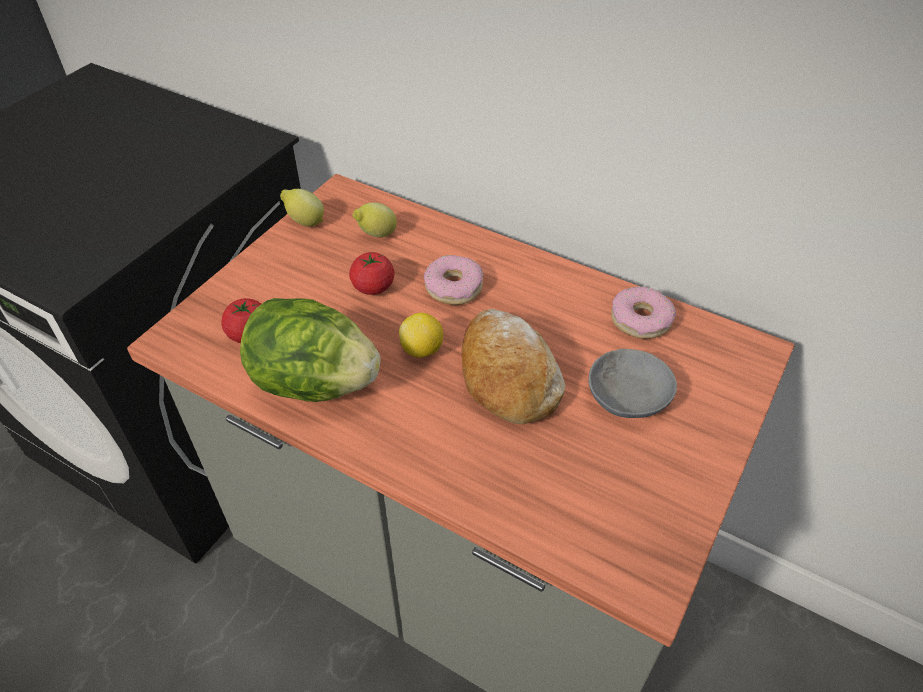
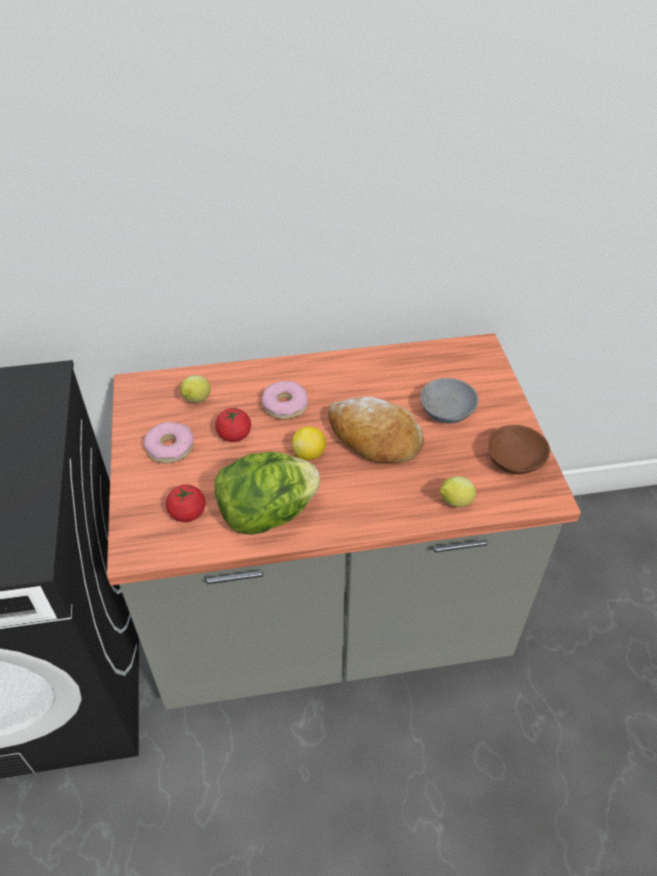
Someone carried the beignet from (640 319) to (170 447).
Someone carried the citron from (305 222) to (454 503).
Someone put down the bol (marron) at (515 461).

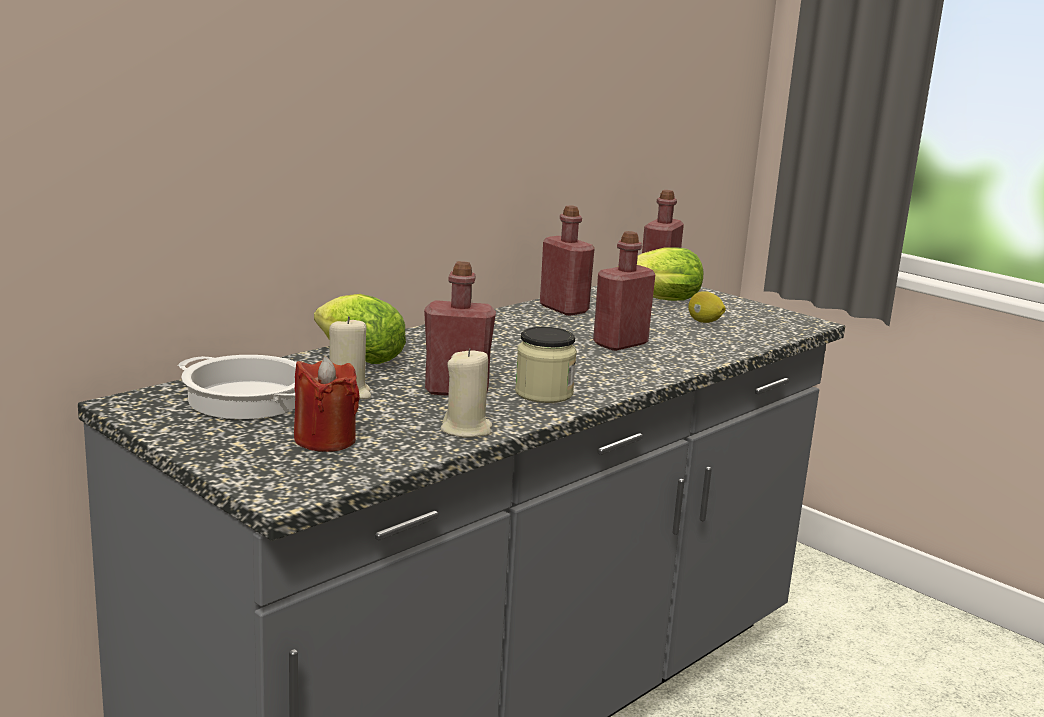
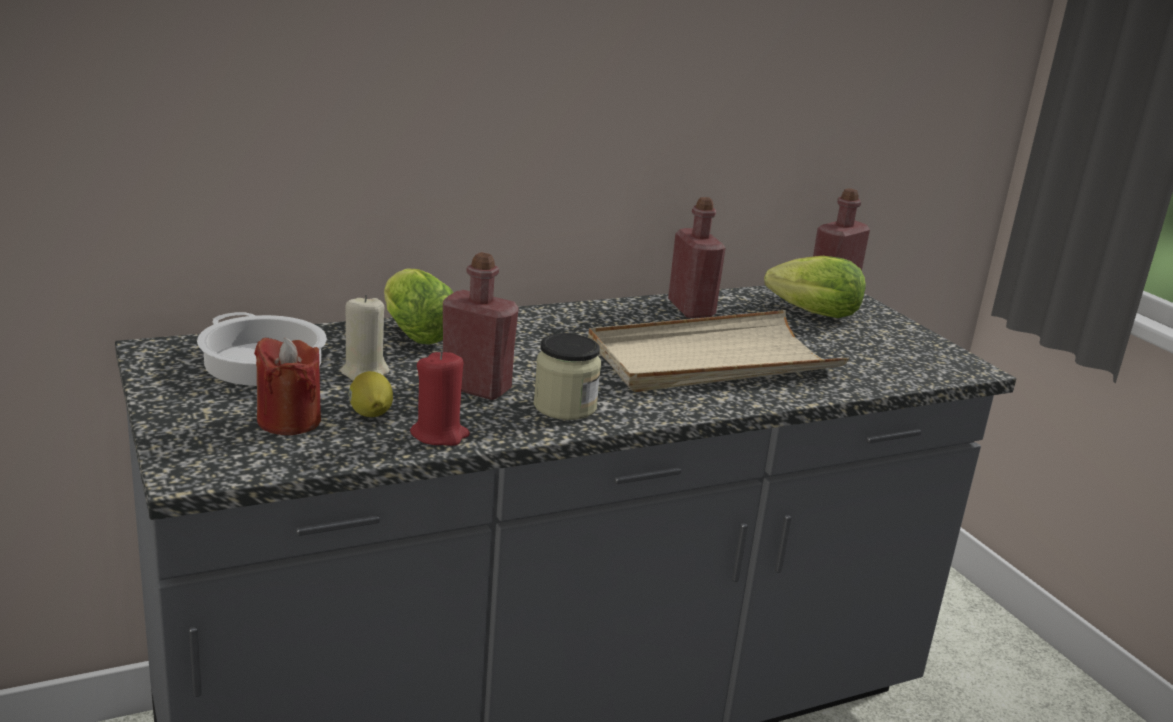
Someone carried the citron from (704 322) to (370 415).
Someone repainted the bougie (beige) at (466 429), which became the bougie (rouge) at (439 435).
Someone swapped the bouteille (rouge) at (620 343) for the plateau (beige) at (712 360).

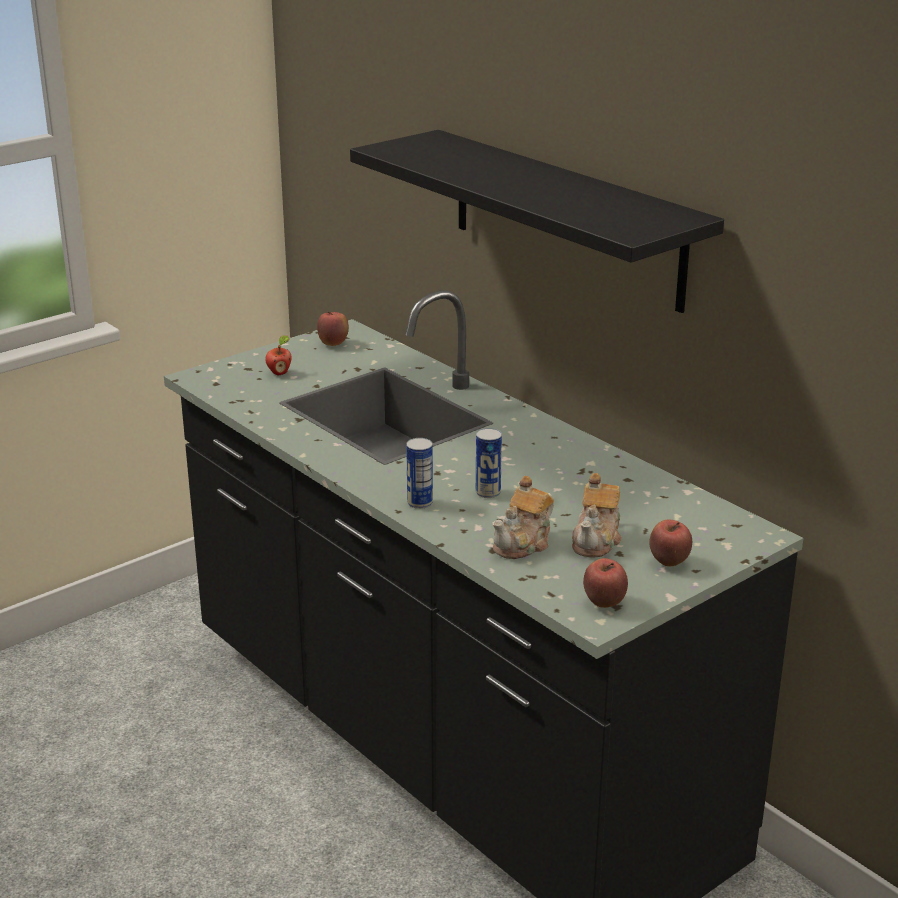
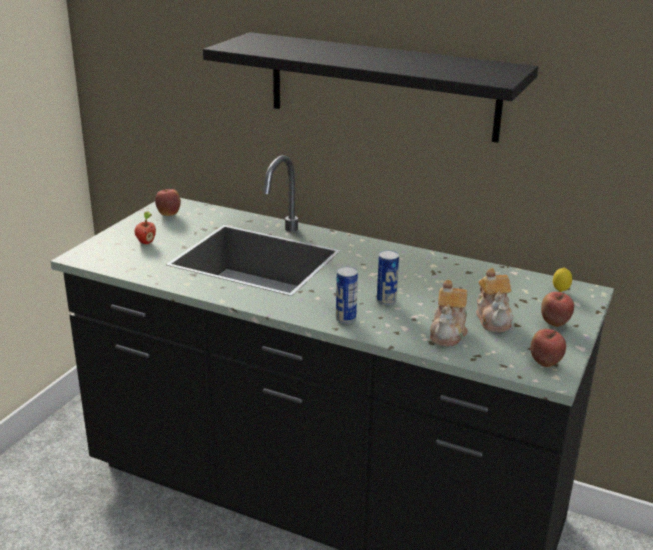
Someone put down the citron at (560 291).

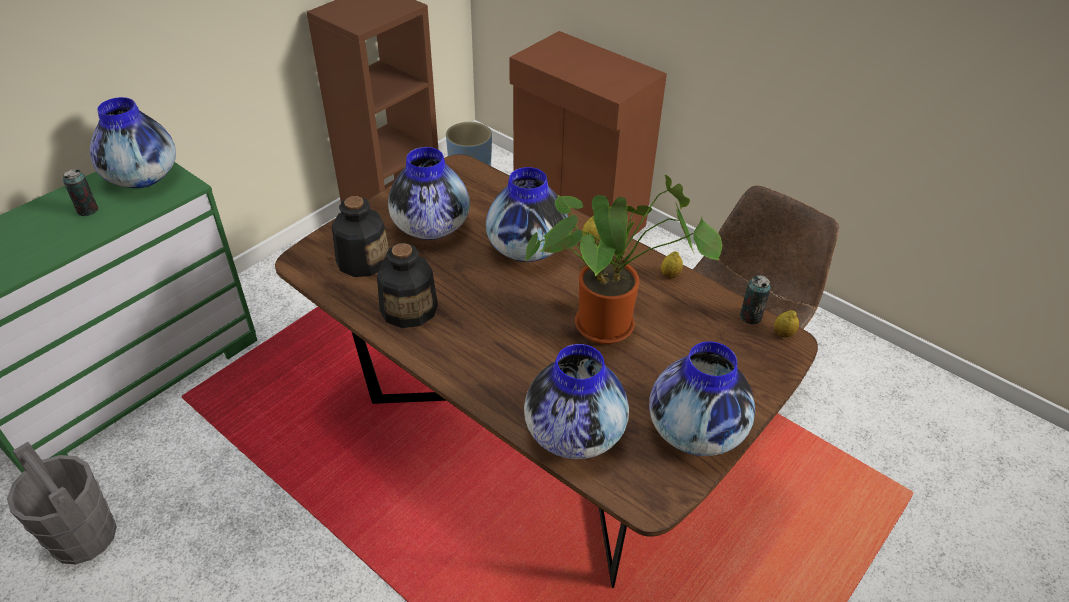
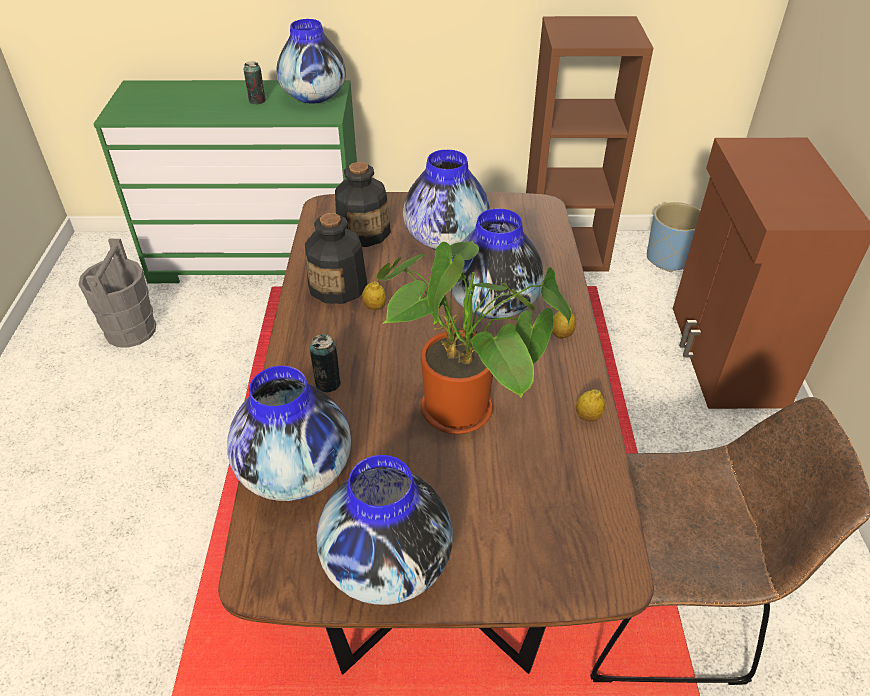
Someone carried the boîte métallique from (750 317) to (328 383).
Someone carried the citron from (783 334) to (374 307).

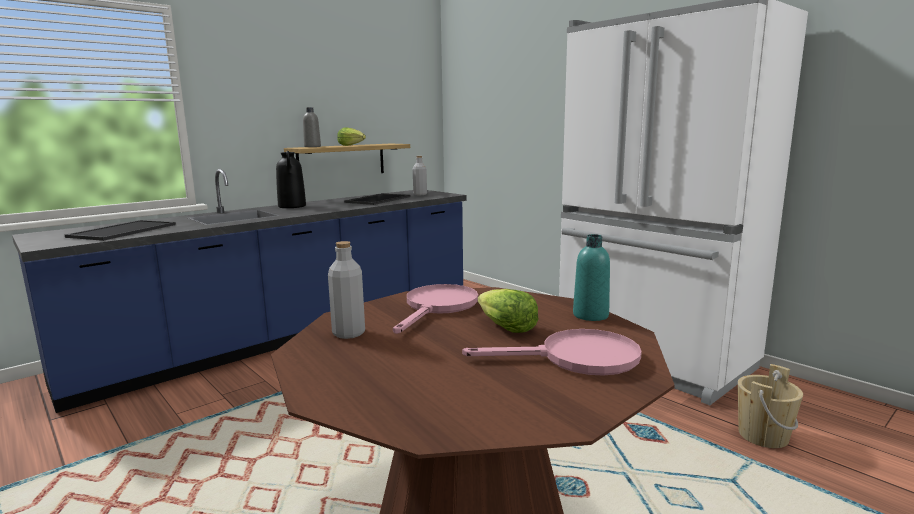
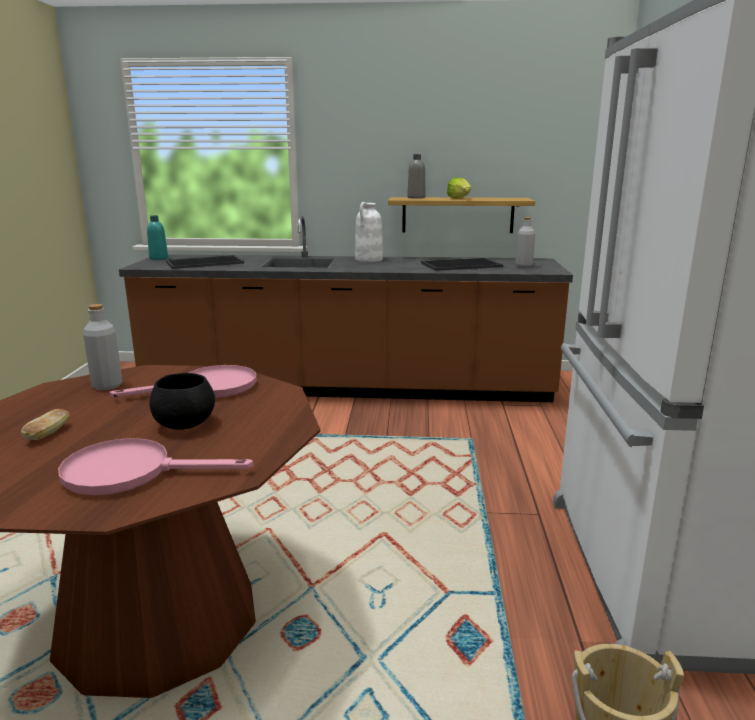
Someone put down the pain at (48 434).
Someone rotated the poêle (rose) at (575 358) by 135 degrees clockwise.
Someone repainted the comptoir de cuisine (bleu) at (293 335), which became the comptoir de cuisine (marron) at (348 388).
Someone carried the bouteille (turquoise) from (590 315) to (158 258).
Someone swapped the laitue at (505 327) for the bol (noir) at (184 425).
Someone repainted the vase (noir) at (292 206), which became the vase (blanc) at (369 260).

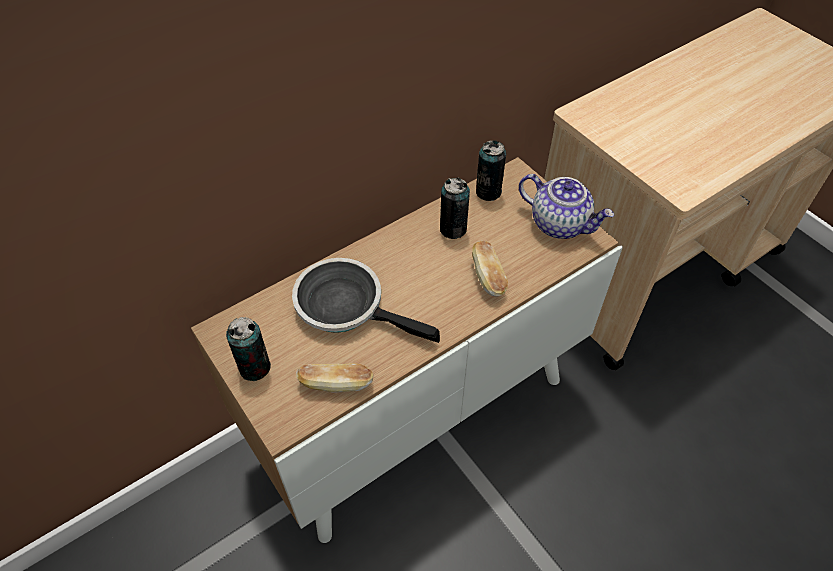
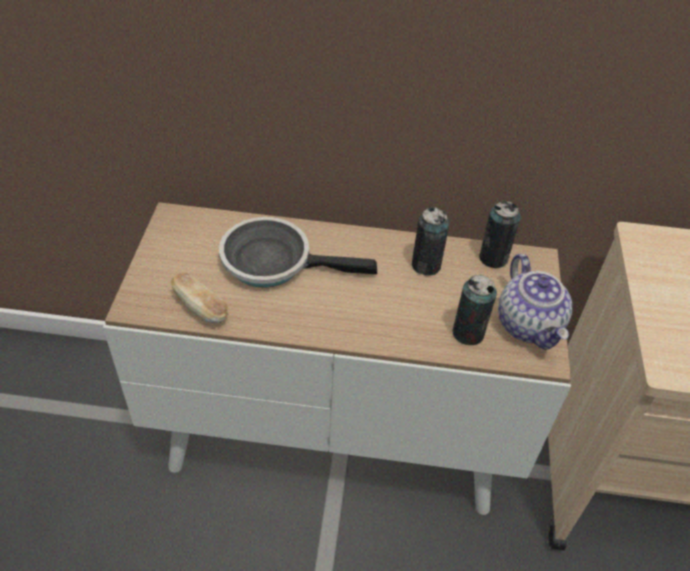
Someone rotated the poêle at (347 306) by 60 degrees counterclockwise.
Someone carried the boîte métallique from (255 367) to (468 333).
Someone took away the pain at (488 277).

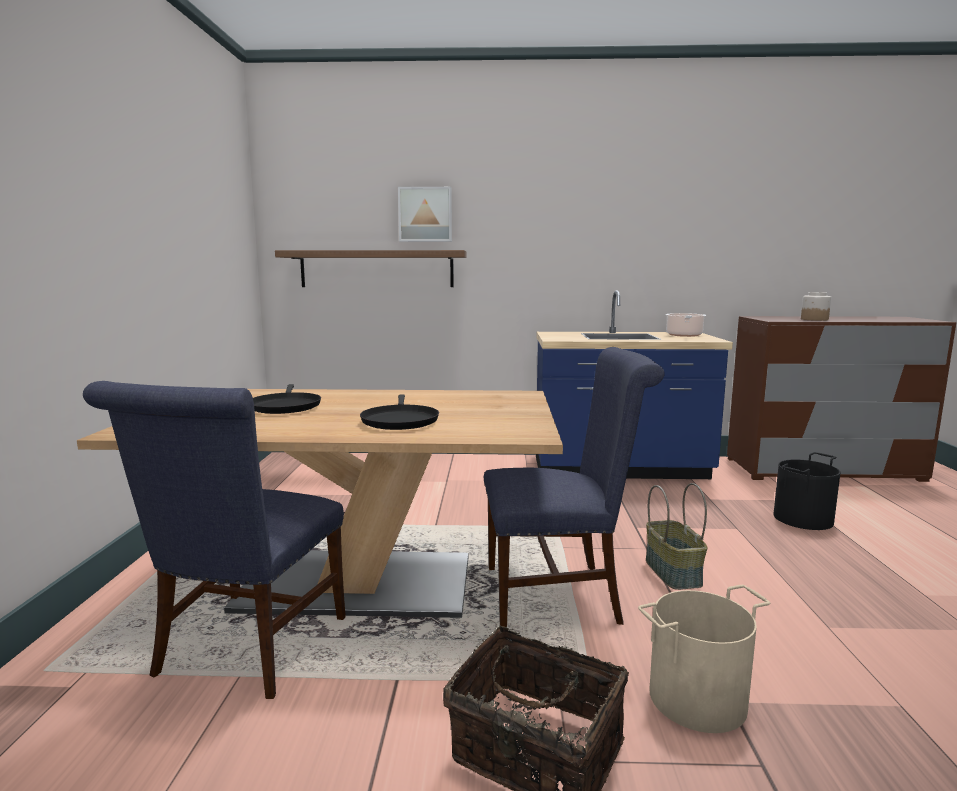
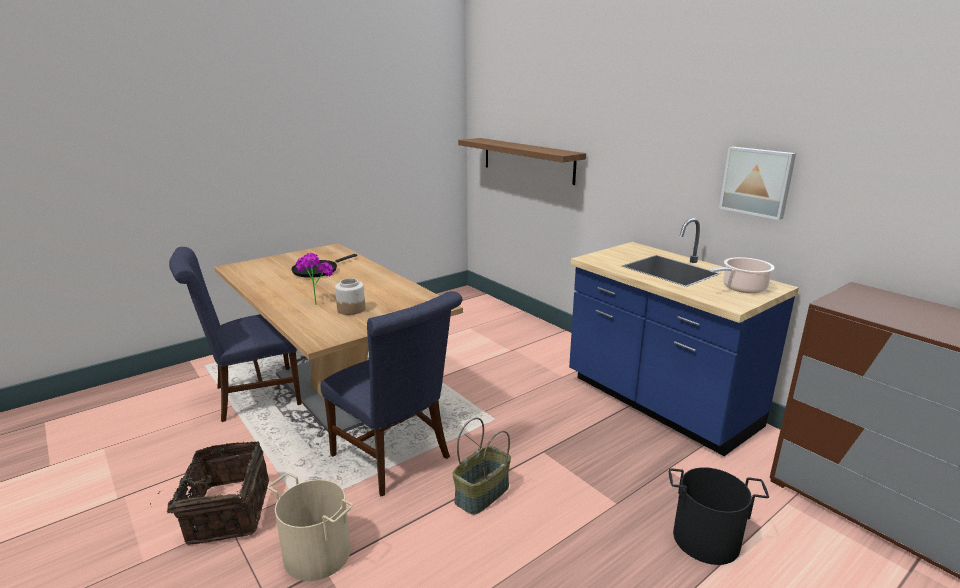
Someone swapped the poêle (noir) at (399 420) for the plante en pot at (316 302).
Someone carried the bocal from (814 319) to (351 309).
Someone carried the tableau from (425 214) to (757 181).

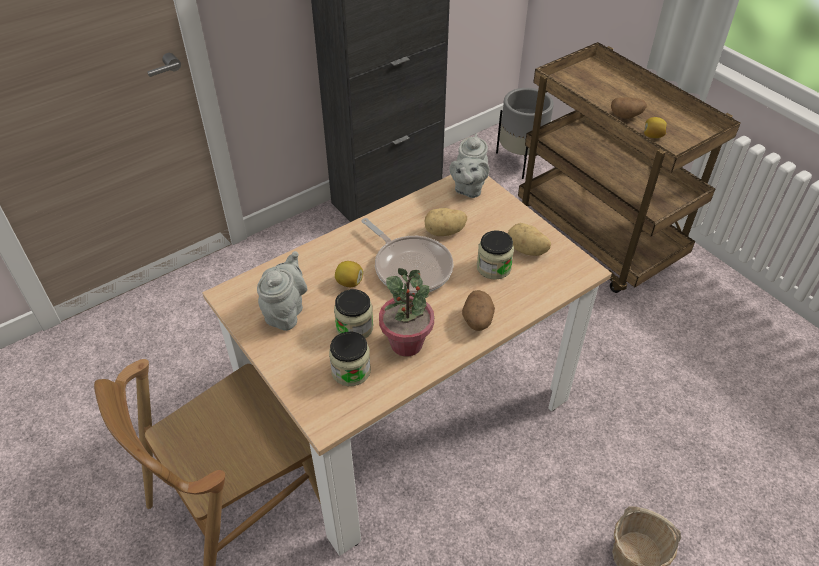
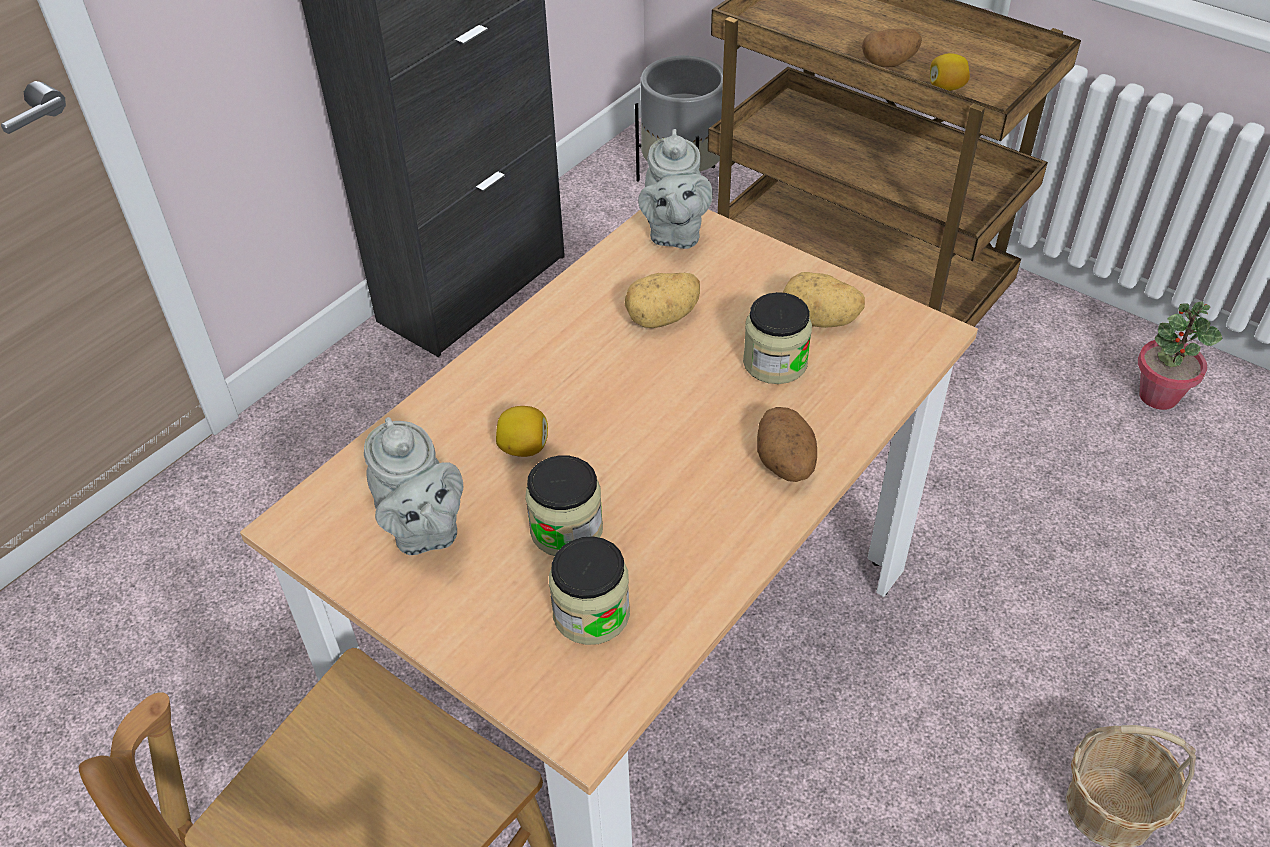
Someone rotated the théière (gris) at (286 312) by 150 degrees clockwise.
Someone carried the plante en pot from (406 343) to (1158 396).
Someone took away the poêle at (410 267).

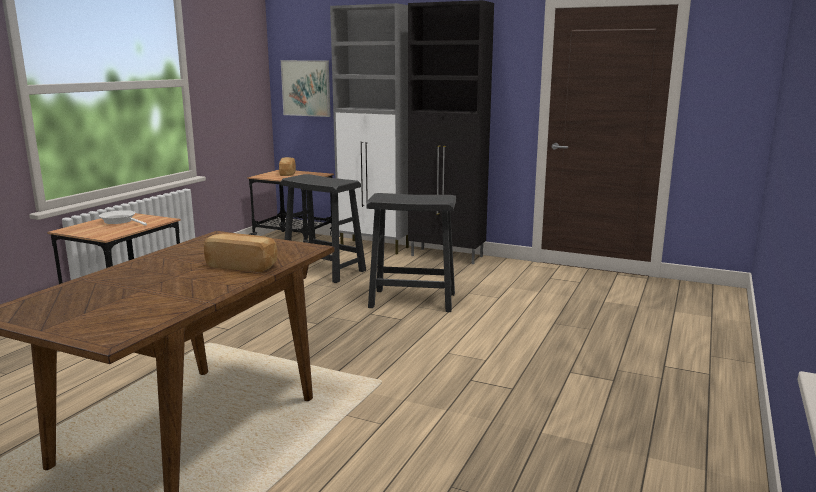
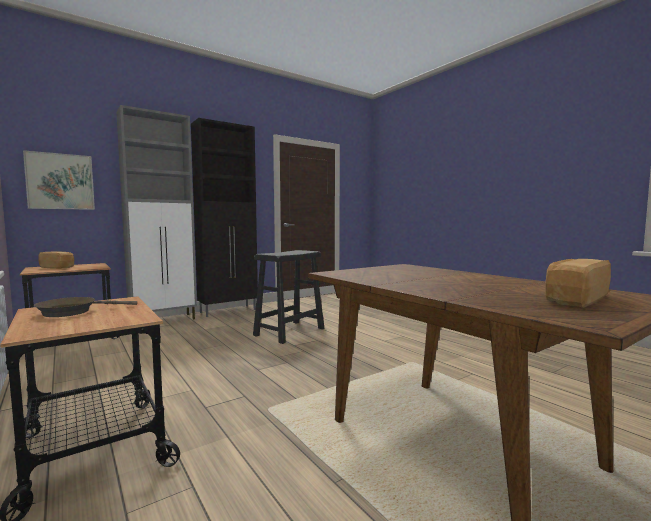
Someone repainted the poêle (blanc) at (120 221), which became the poêle (marron) at (72 312).
Someone carried the pain from (242 265) to (574 299).
Someone took away the tabouret (noir) at (324 270).

